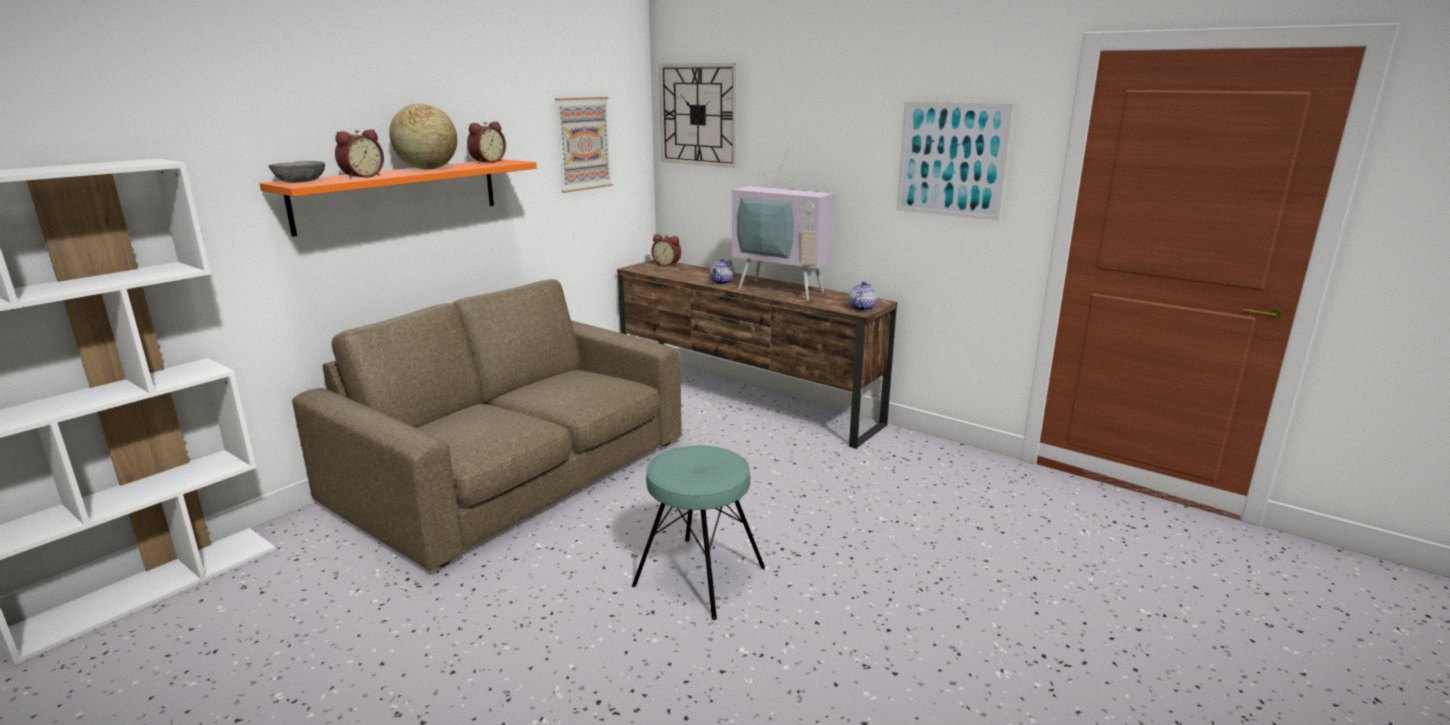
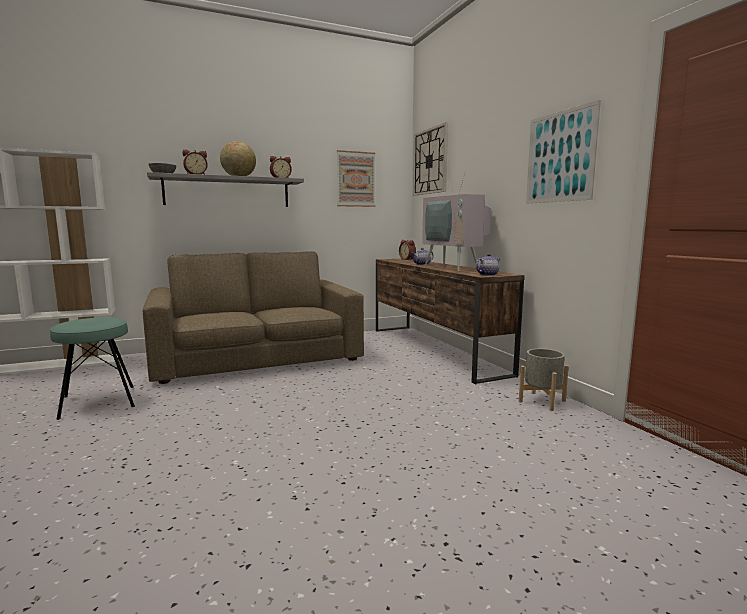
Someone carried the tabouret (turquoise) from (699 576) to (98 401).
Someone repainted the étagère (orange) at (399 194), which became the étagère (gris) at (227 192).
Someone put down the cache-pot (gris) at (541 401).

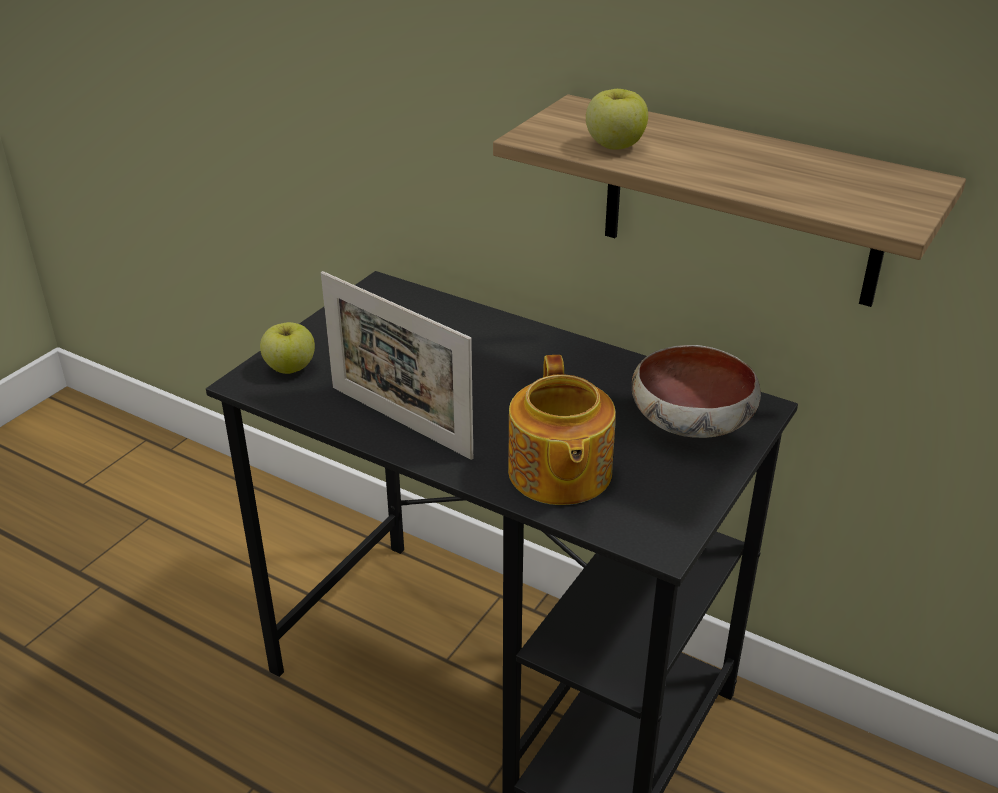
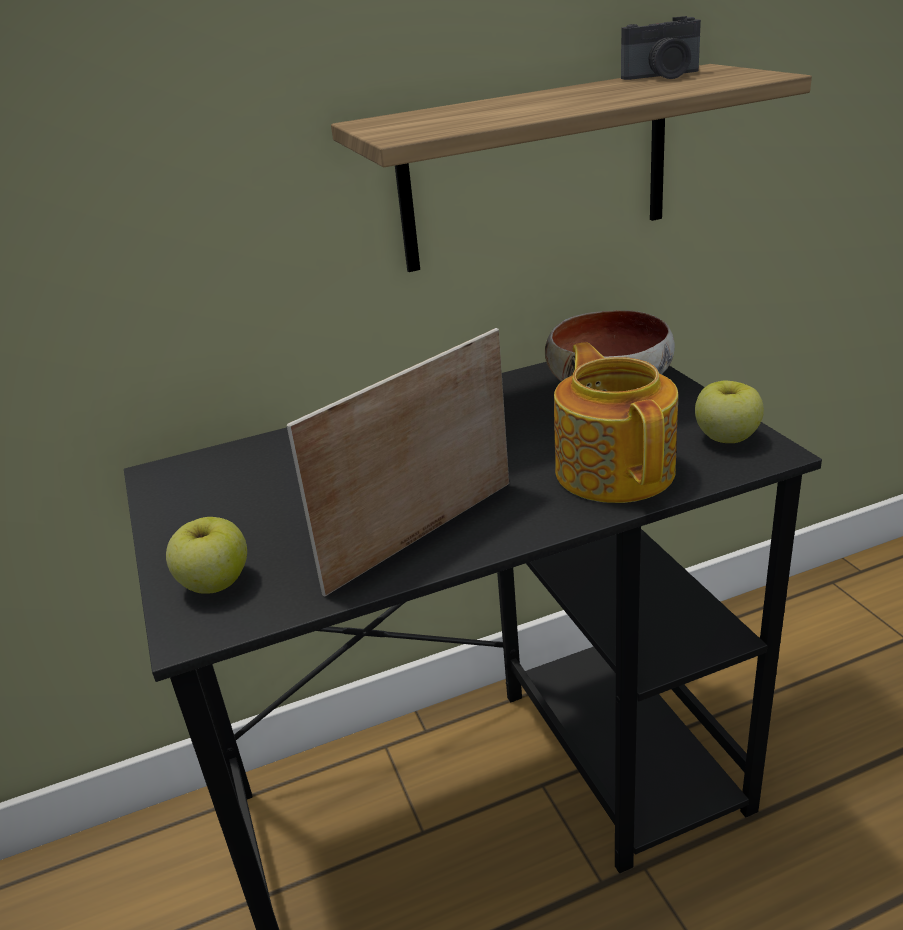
Someone rotated the cadre photo at (400 421) by 150 degrees clockwise.
Someone rotated the théière at (558 473) by 135 degrees counterclockwise.
Someone put down the appareil photo at (663 76).
Someone carried the pomme from (615 145) to (726 438).

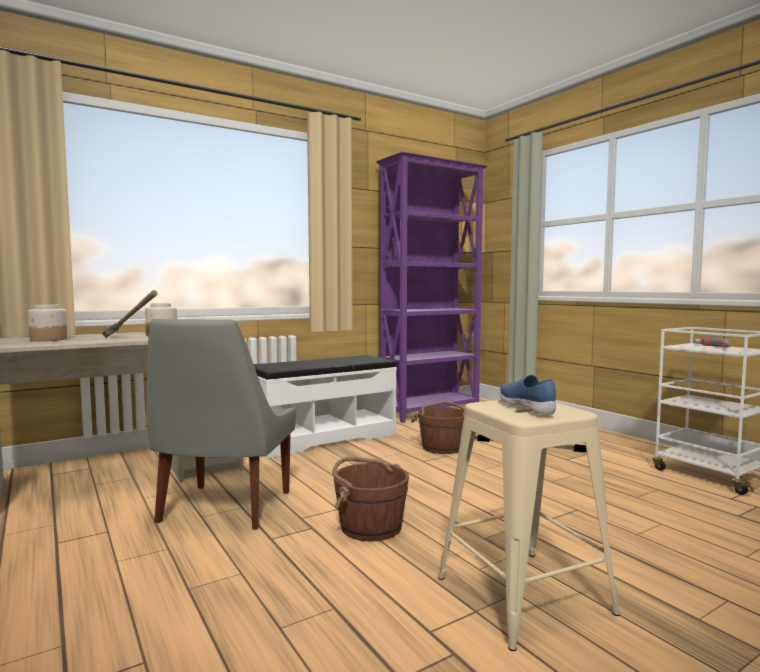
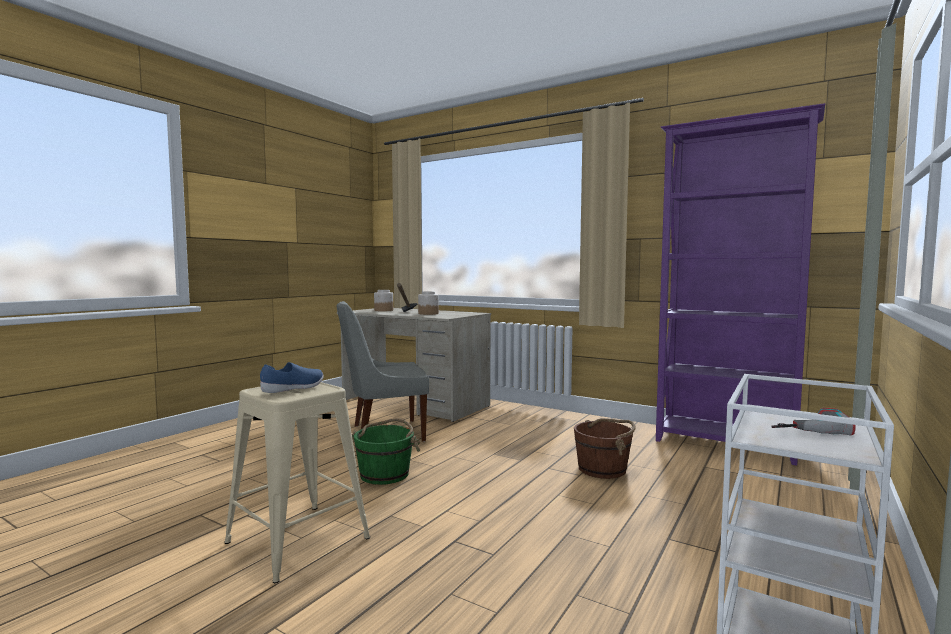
Someone repainted the seau (marron) at (370 526), which became the seau (vert) at (385 474).
Someone took away the banc (blanc) at (322 437).

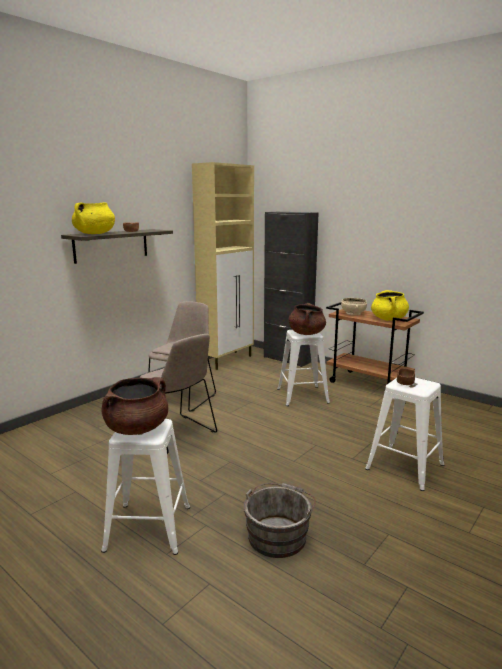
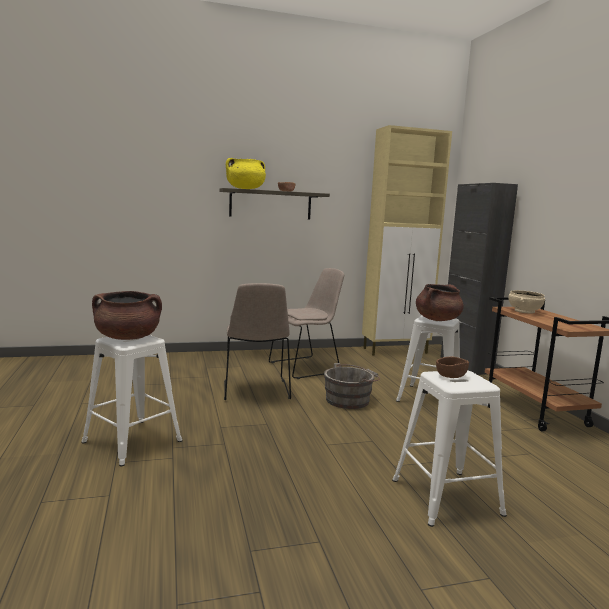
Someone carried the seau (gris) from (278 535) to (349 400).
Someone took away the marmite (jaune) at (389 319).

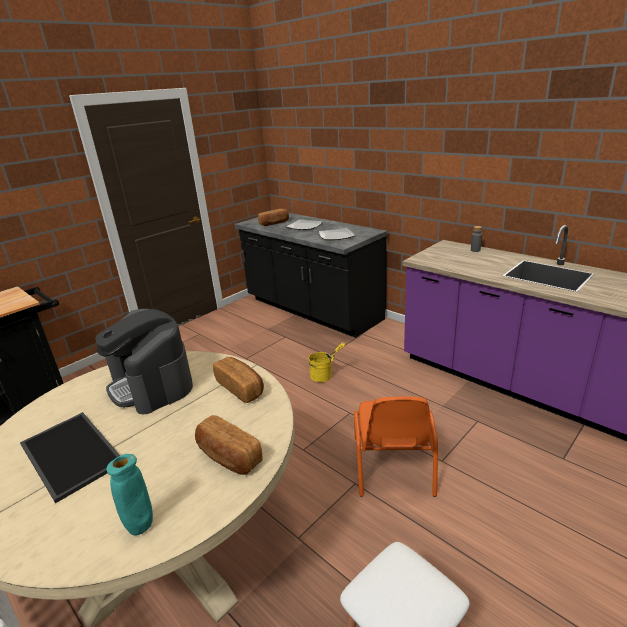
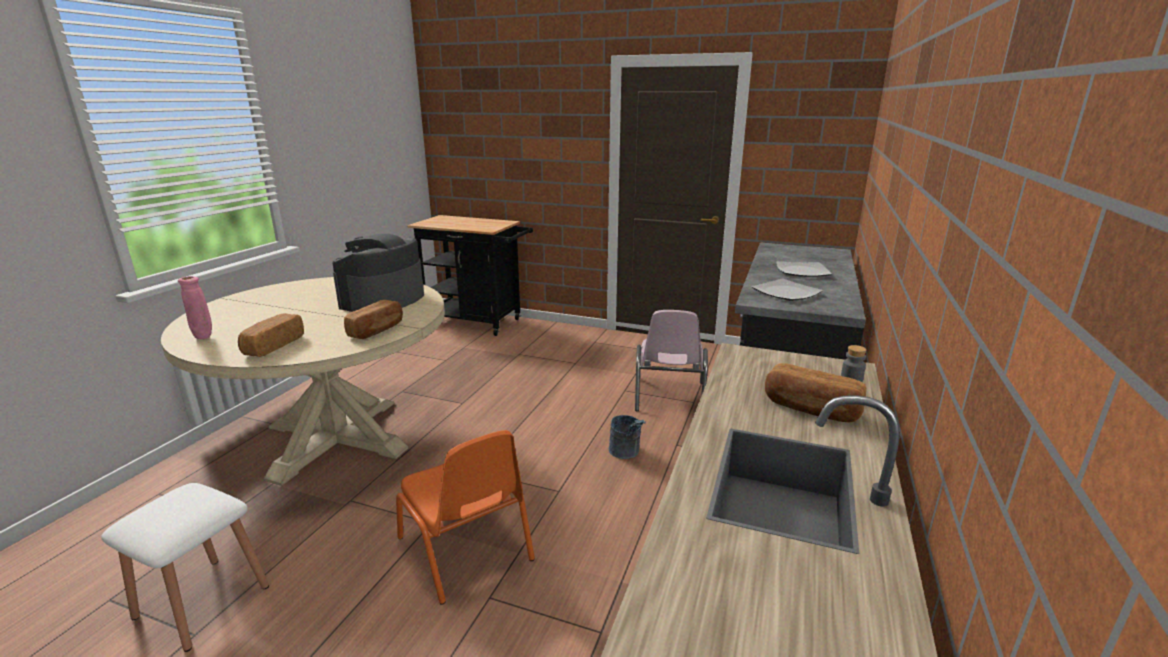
Someone repainted the vase (turquoise) at (141 527), which became the vase (rose) at (204 337).
Someone rotated the chaise (orange) at (393 466) by 105 degrees counterclockwise.
Someone repainted the seau (jaune) at (325 376), which became the seau (gris) at (626 453).
Someone put down the chaise (rose) at (668 397).
Someone carried the pain from (274 223) to (811 409).
Someone took away the plateau at (69 454).

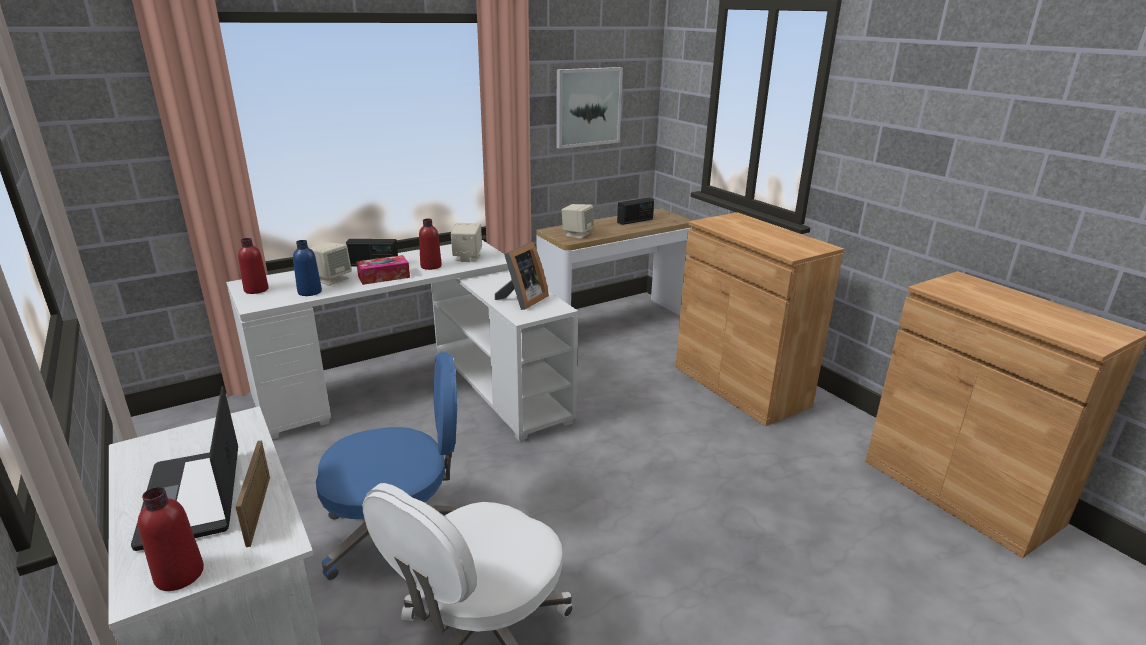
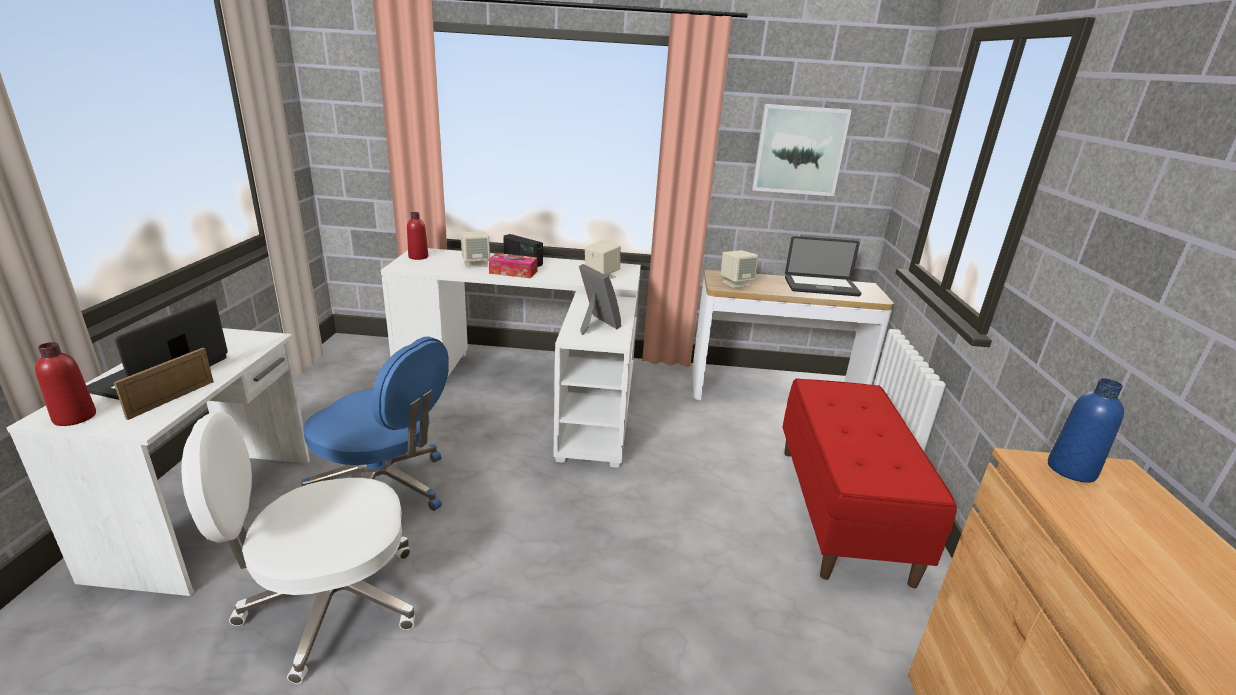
Someone rotated the cadre photo at (522 300) by 105 degrees counterclockwise.
Someone swapped the meuble de rangement (marron) at (740 386) for the banc (rouge) at (842 511).
Someone swapped the radio at (635 221) for the ordinateur portable at (821 287).
Someone carried the bouteille (bleu) from (309 292) to (1071 470).
Someone took away the bouteille (rouge) at (431 266).

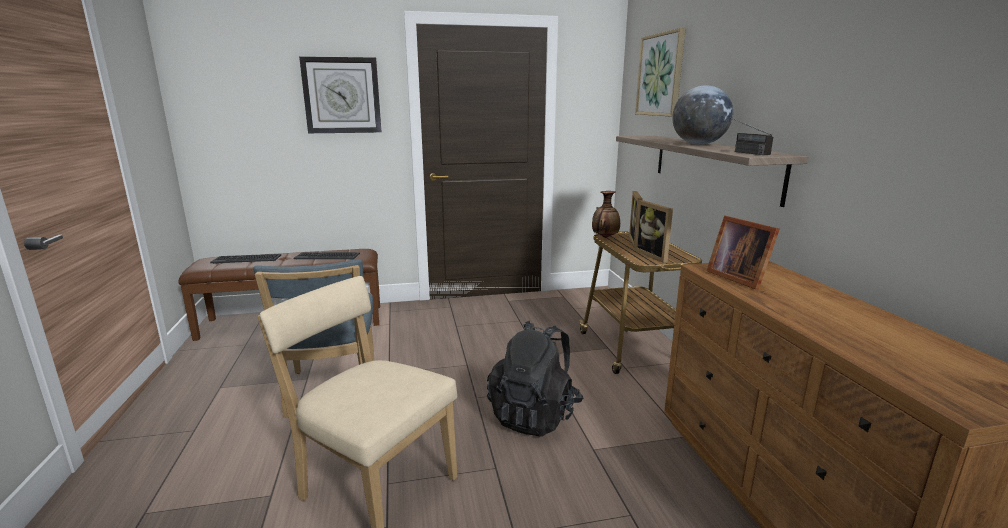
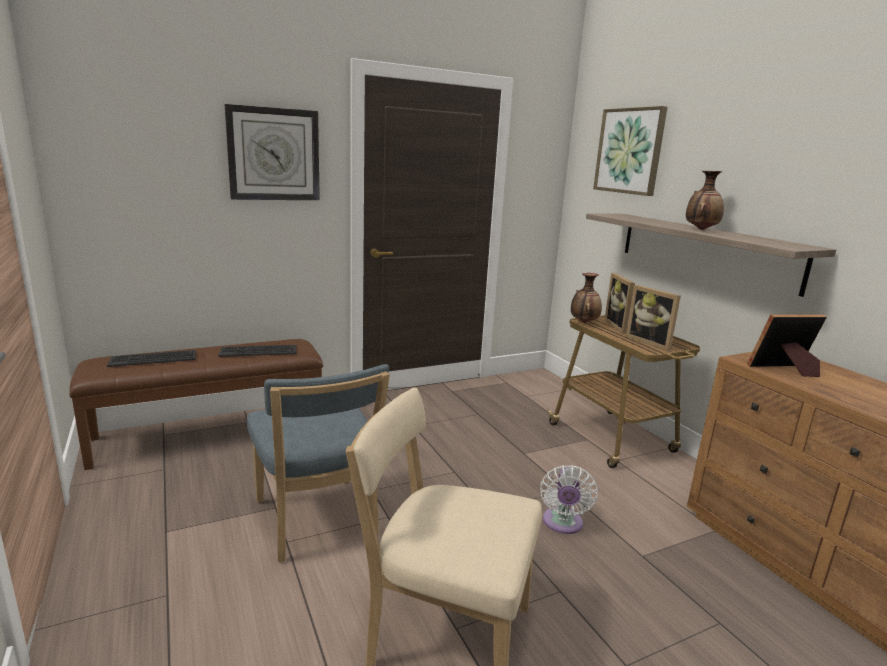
Someone swapped the sac à dos (noir) at (535 415) for the ventilateur (blanc) at (562 524).
Someone swapped the globe at (698 144) for the vase at (700 229).
Someone rotated the cadre photo at (738 278) by 120 degrees clockwise.
Someone took away the radio at (743 152).

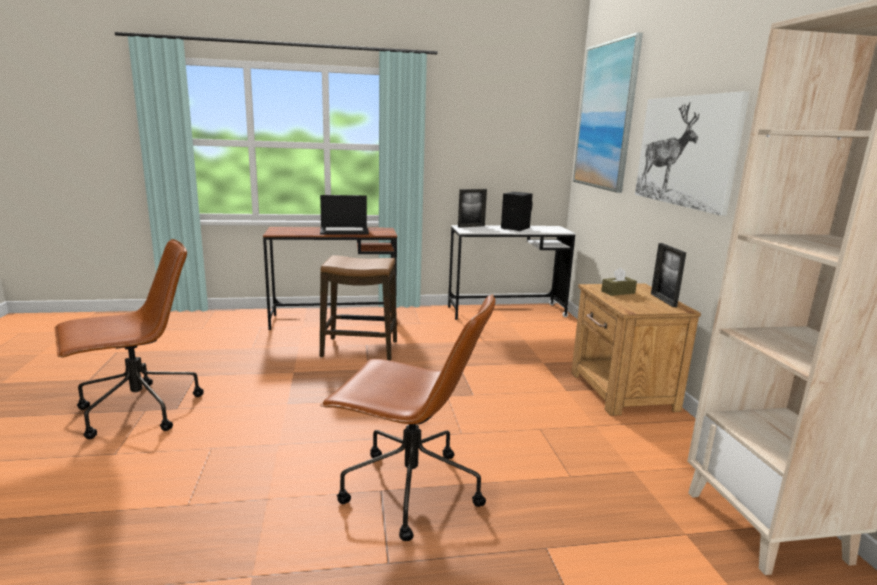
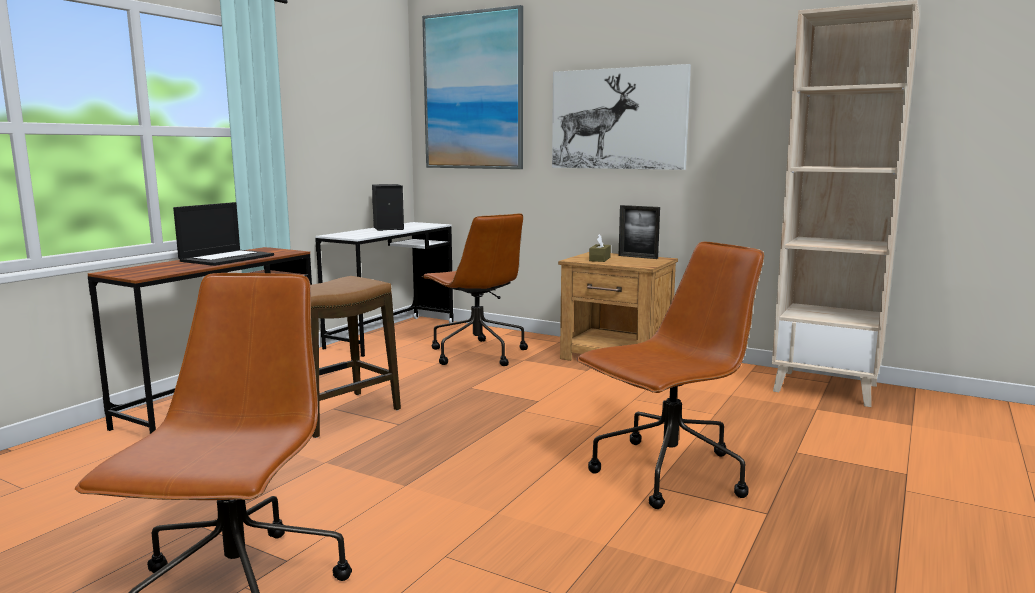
Someone put down the chaise de bureau (marron) at (476 353).
Someone took away the cadre photo at (471 226).

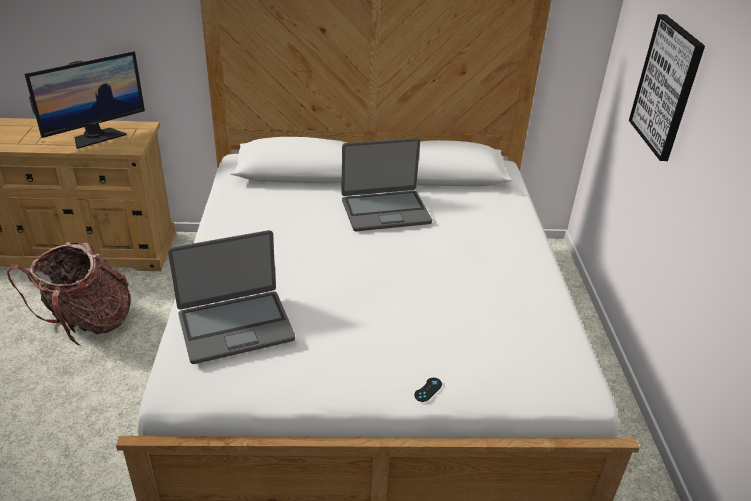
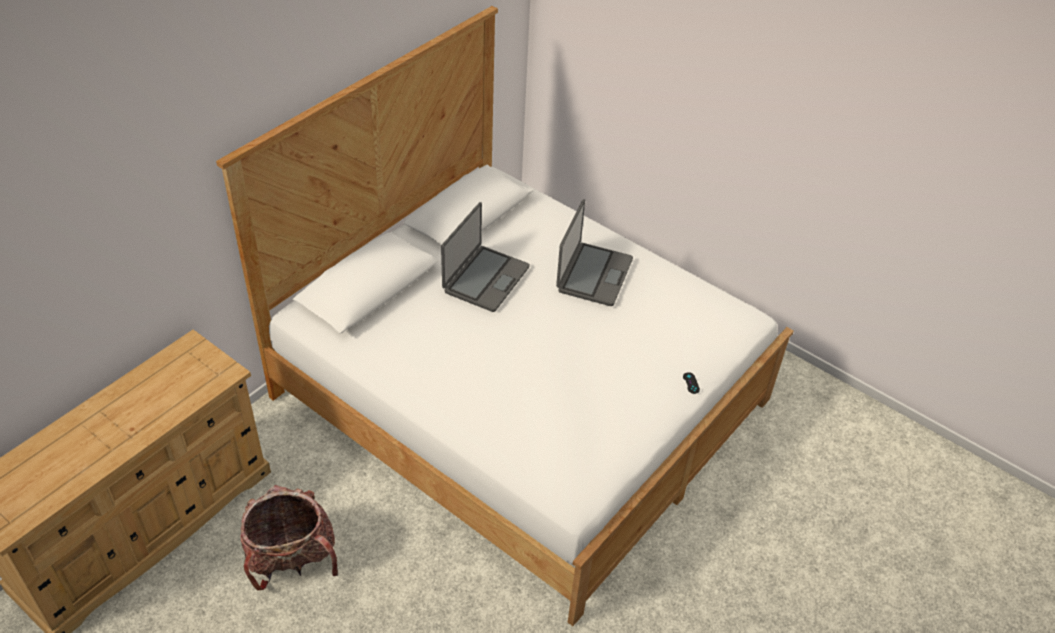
Someone carried the ordinateur portable from (235 326) to (593 275).
Someone took away the écran d'ordinateur at (96 137).
Someone took away the tableau at (666 87).

